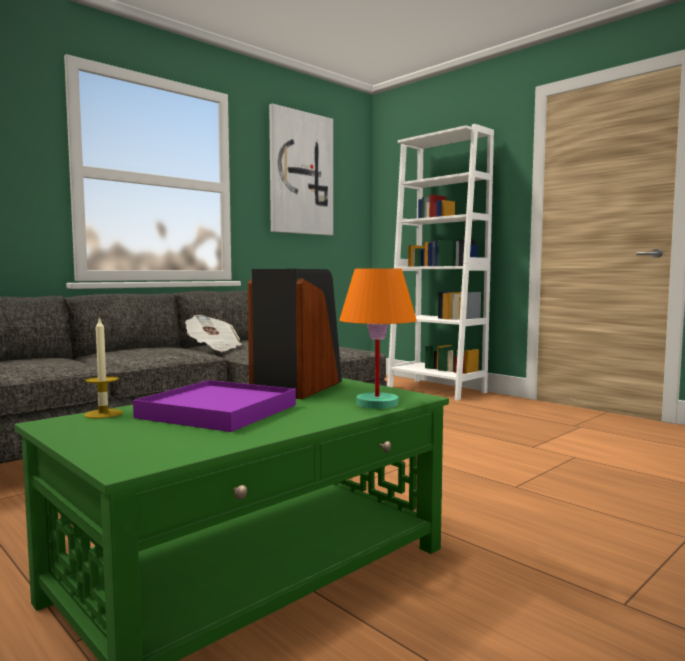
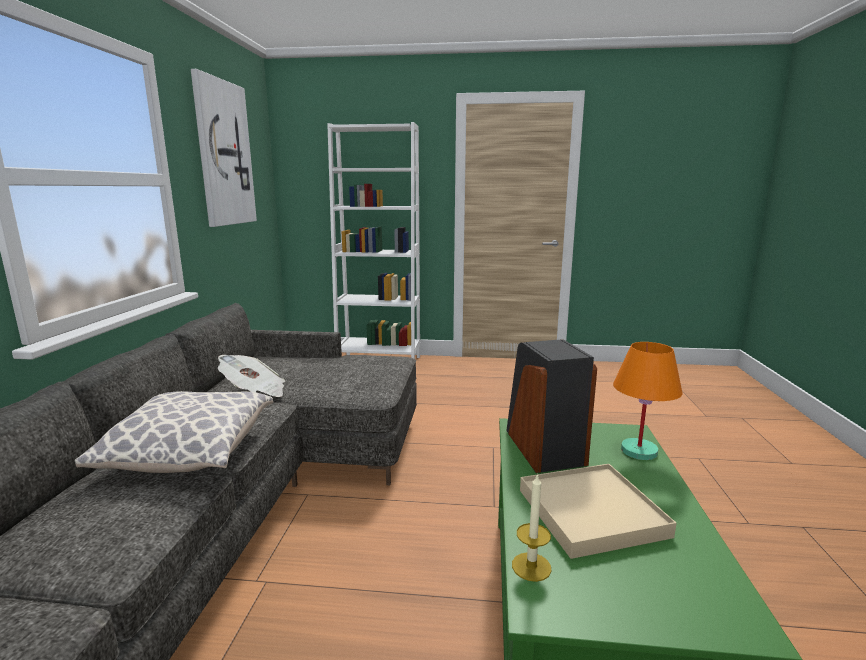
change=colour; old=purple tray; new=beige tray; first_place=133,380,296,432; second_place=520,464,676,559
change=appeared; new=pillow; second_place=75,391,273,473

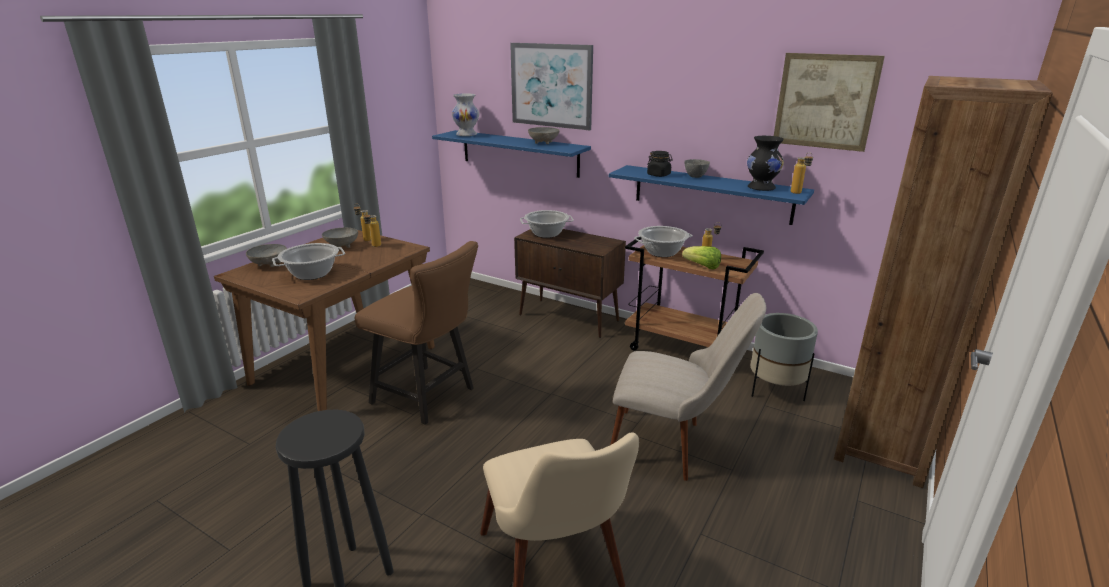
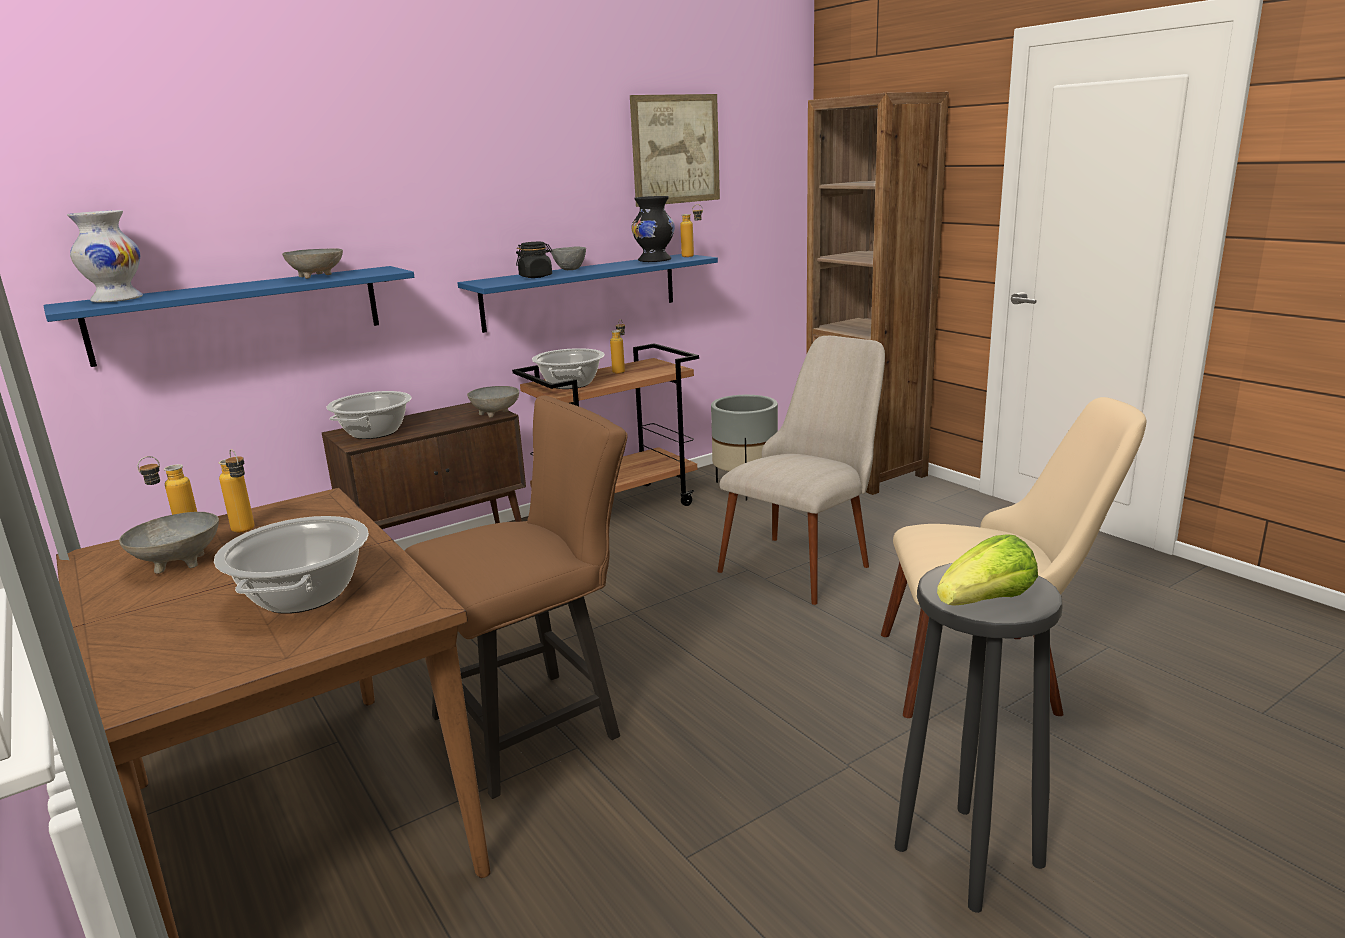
change=relocated; old=grey bowl; first_place=246,244,287,267; second_place=467,386,519,418
change=missing; old=picture; first_place=510,43,593,130
change=relocated; old=lettuce; first_place=682,246,721,269; second_place=937,534,1038,605

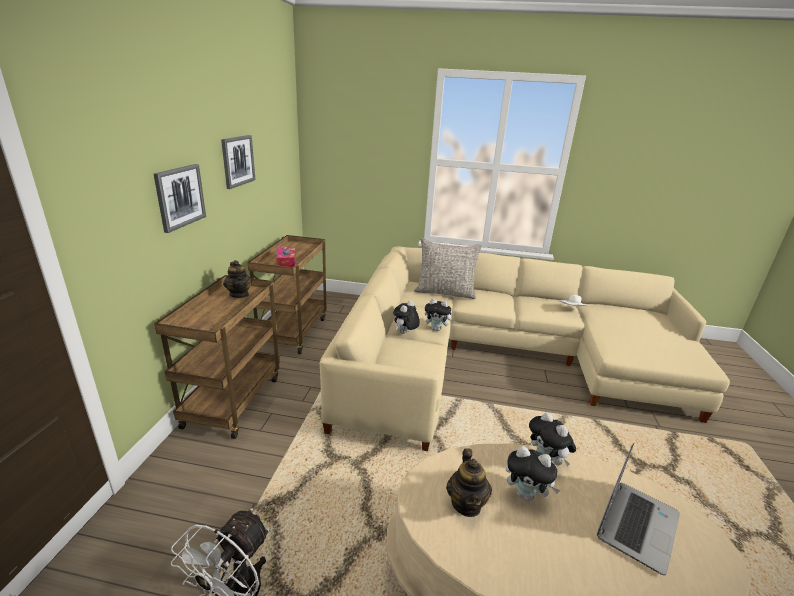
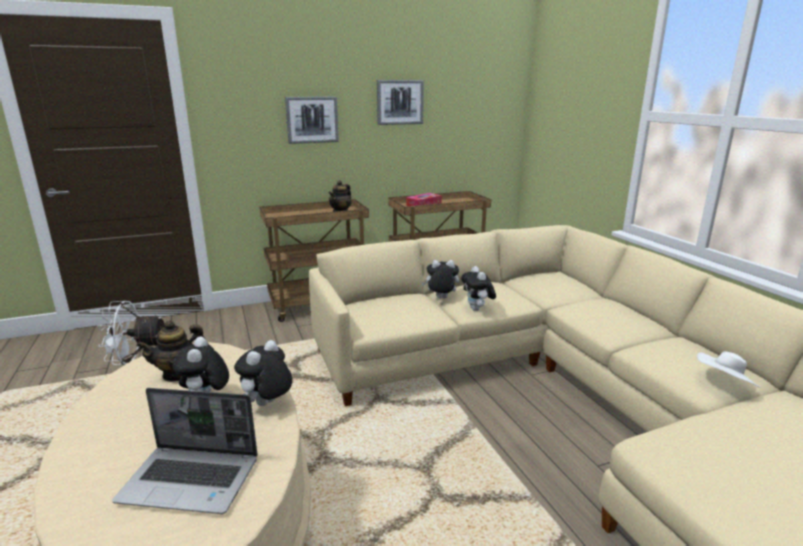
change=missing; old=grey pillow; first_place=414,238,482,299

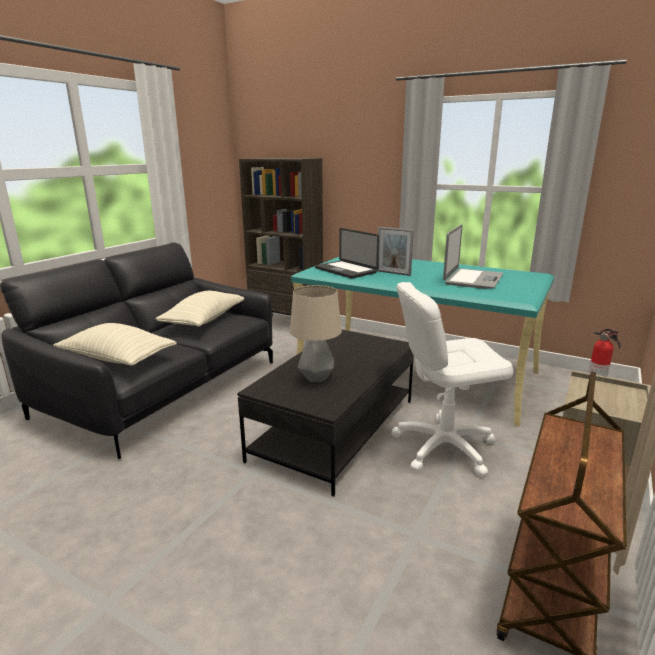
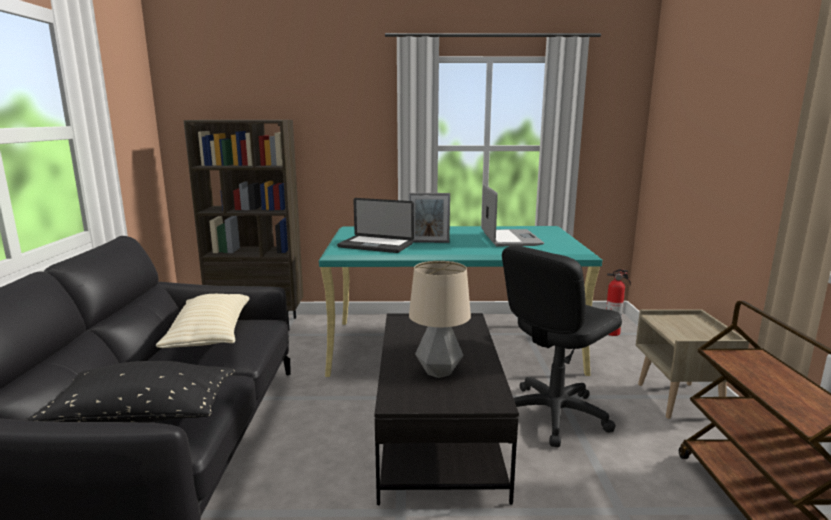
change=colour; old=beige pillow; new=black pillow; first_place=53,323,177,366; second_place=26,361,235,423
change=colour; old=white office chair; new=black office chair; first_place=391,282,513,476; second_place=502,245,622,447

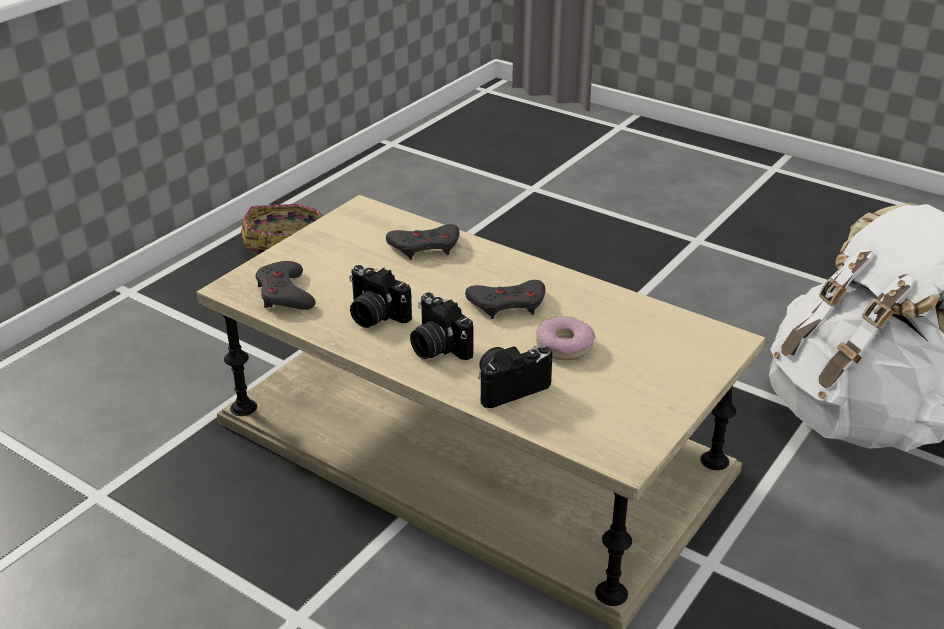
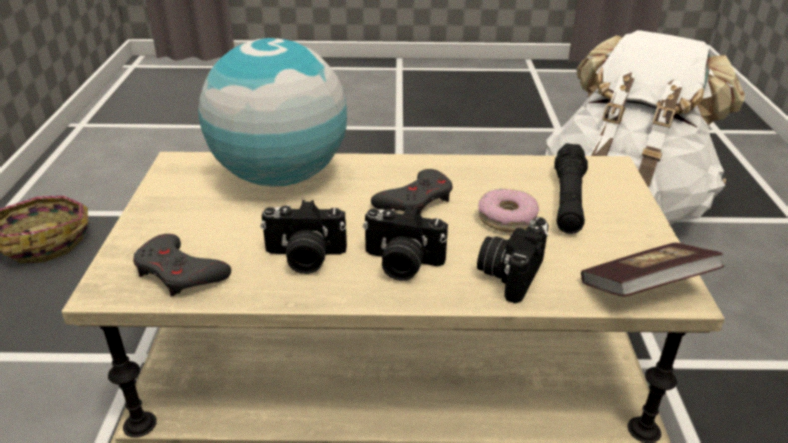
change=exchanged; old=grey game controller; new=globe; first_place=386,224,459,260; second_place=198,38,347,187
change=appeared; new=black flashlight; second_place=554,143,588,234
change=appeared; new=book; second_place=581,243,724,297

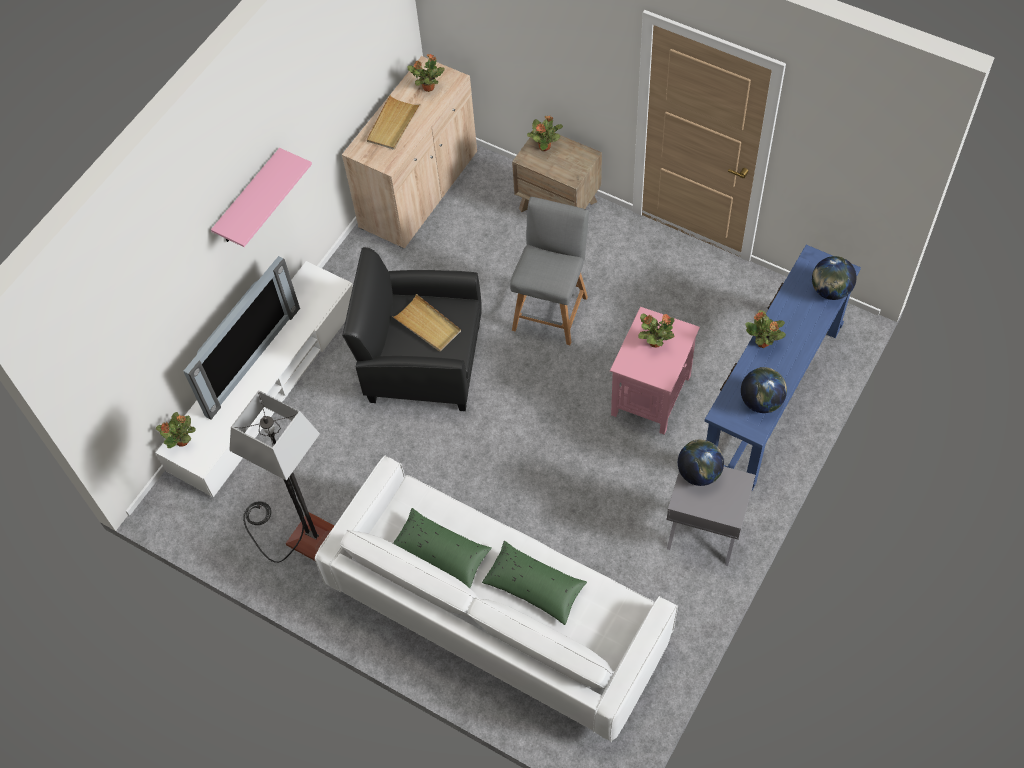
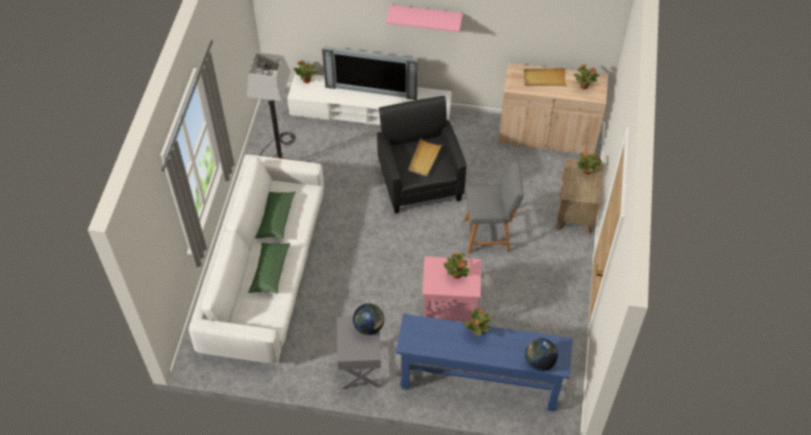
change=missing; old=globe; first_place=741,367,787,413

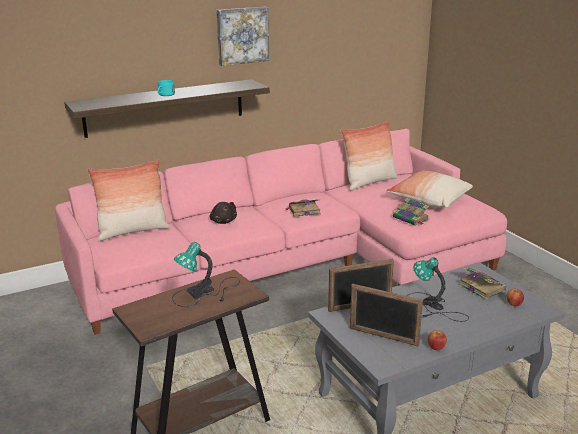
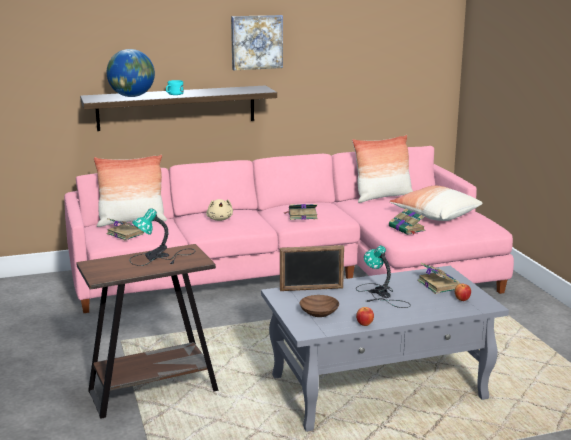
change=colour; old=black plush toy; new=beige plush toy; first_place=210,202,237,224; second_place=206,199,233,221
change=exchanged; old=picture frame; new=brown bowl; first_place=350,284,423,346; second_place=300,295,339,317
change=appeared; new=book; second_place=106,218,144,241
change=appeared; new=globe; second_place=107,49,155,97

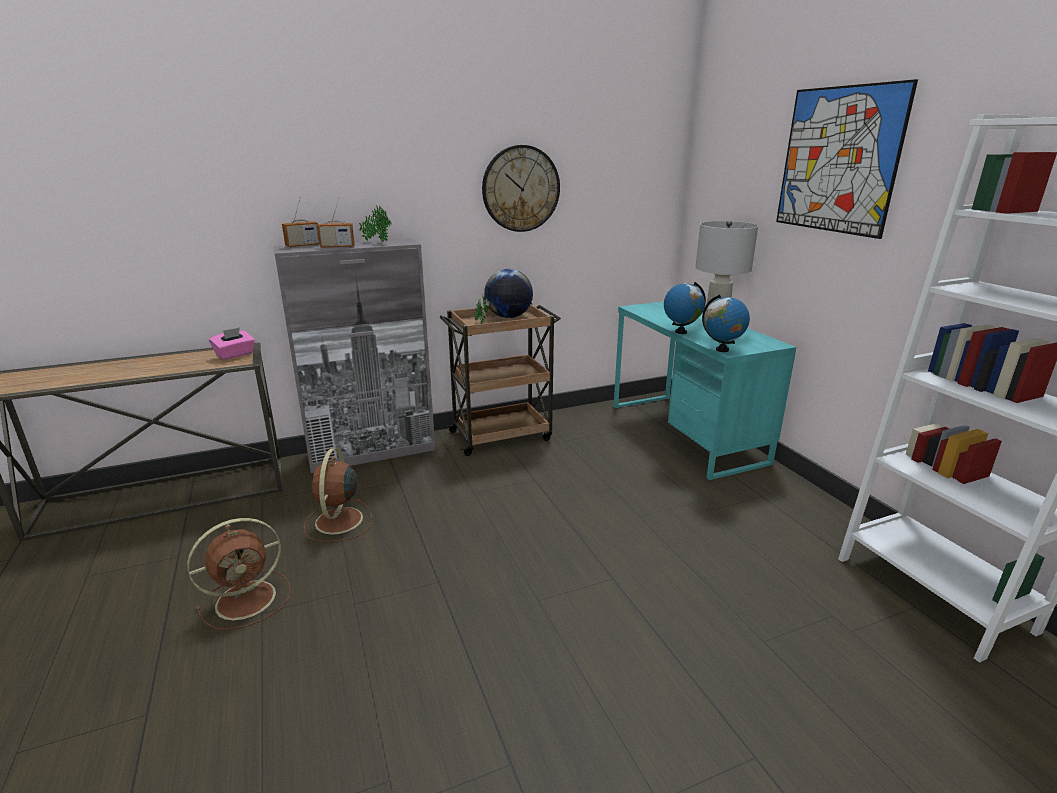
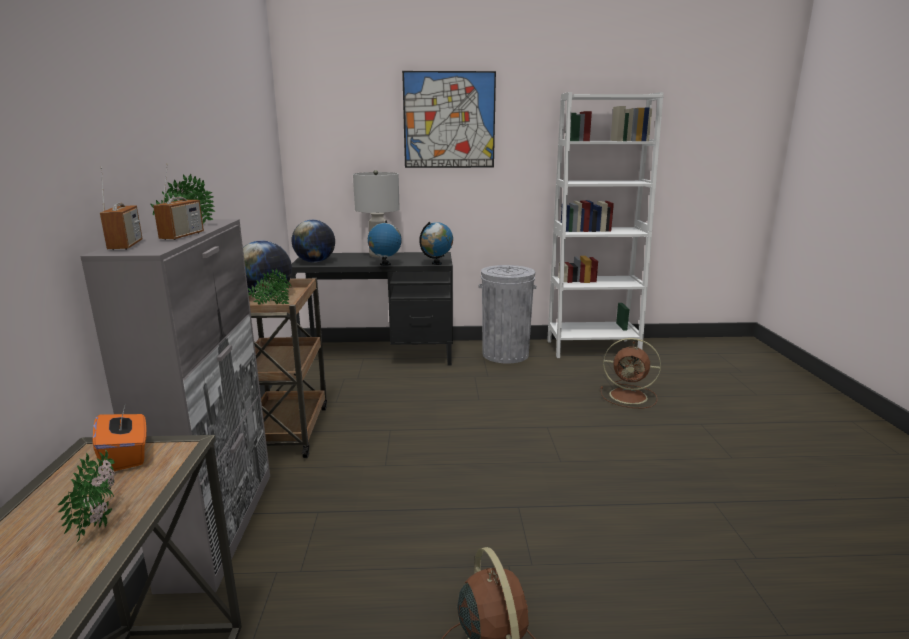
change=colour; old=pink tissue box; new=orange tissue box; first_place=209,327,255,360; second_place=93,403,147,471
change=relocated; old=brown fan; first_place=304,448,372,542; second_place=600,338,661,409
change=missing; old=wall clock; first_place=482,145,560,232
change=colour; old=turquoise desk; new=black desk; first_place=613,301,796,480; second_place=291,252,453,366
change=appeared; new=potted plant; second_place=58,449,115,542
change=appeared; new=globe; second_place=292,220,335,263
change=appeared; new=grey trash can; second_place=479,265,536,364

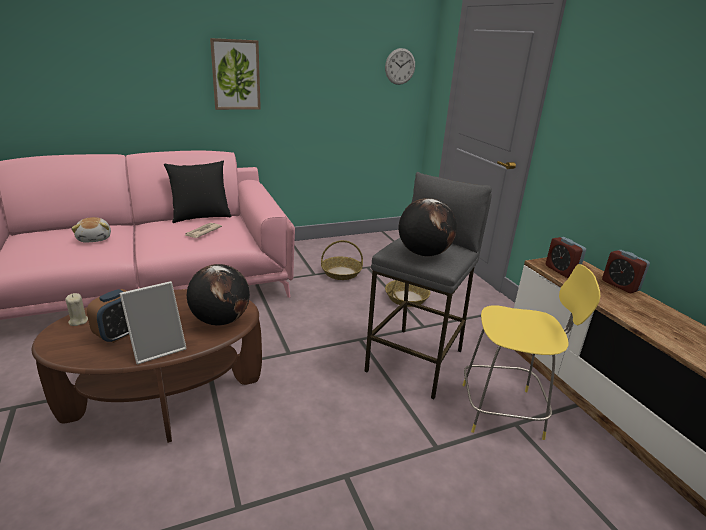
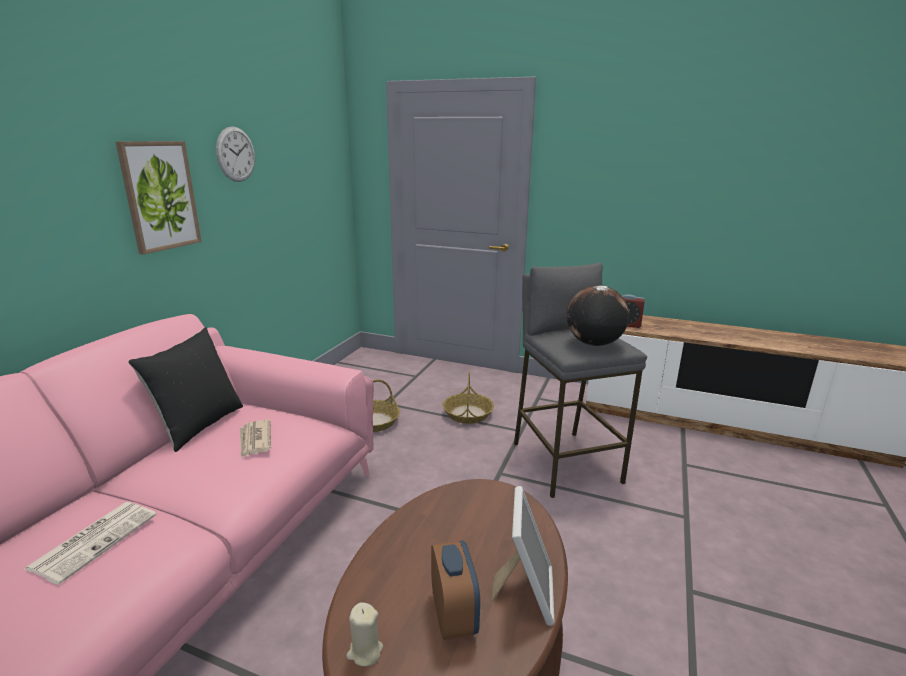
change=exchanged; old=plush toy; new=newspaper; first_place=71,217,111,242; second_place=25,502,157,585
change=missing; old=globe; first_place=187,264,250,325
change=relocated; old=wall clock; first_place=385,48,415,85; second_place=216,126,255,182
change=missing; old=yellow stool; first_place=462,264,600,440
change=missing; old=alarm clock; first_place=602,250,650,293

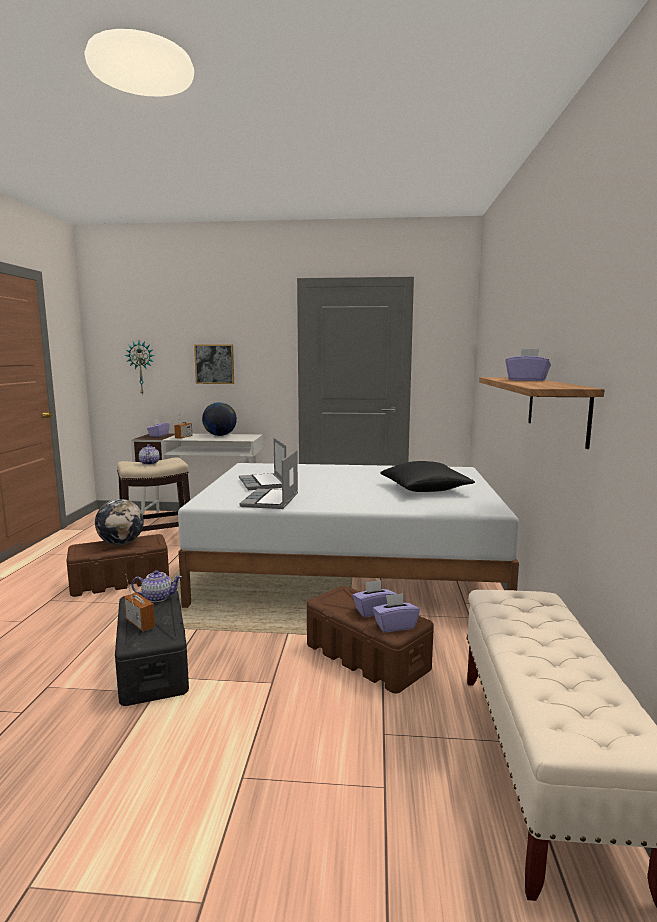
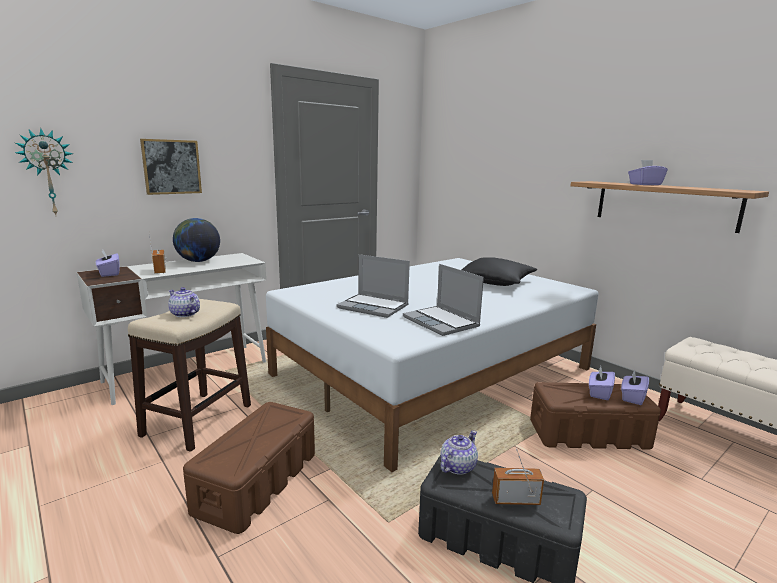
change=missing; old=globe; first_place=95,499,144,545

